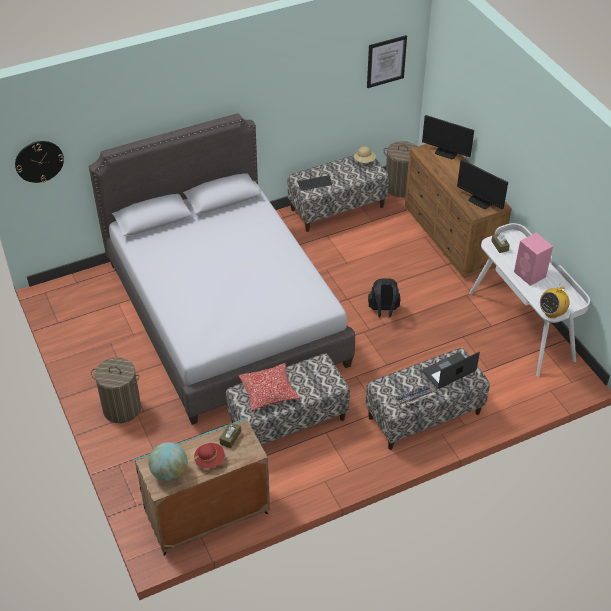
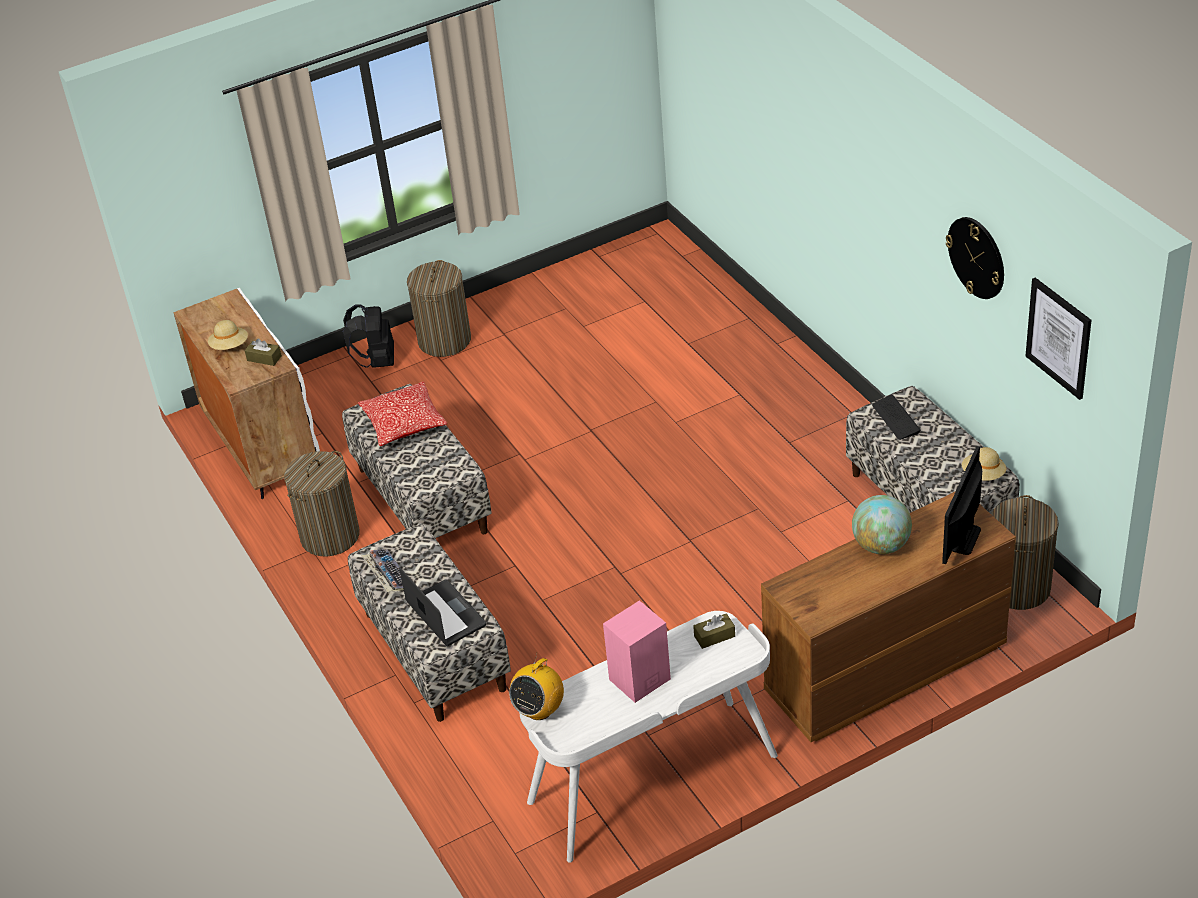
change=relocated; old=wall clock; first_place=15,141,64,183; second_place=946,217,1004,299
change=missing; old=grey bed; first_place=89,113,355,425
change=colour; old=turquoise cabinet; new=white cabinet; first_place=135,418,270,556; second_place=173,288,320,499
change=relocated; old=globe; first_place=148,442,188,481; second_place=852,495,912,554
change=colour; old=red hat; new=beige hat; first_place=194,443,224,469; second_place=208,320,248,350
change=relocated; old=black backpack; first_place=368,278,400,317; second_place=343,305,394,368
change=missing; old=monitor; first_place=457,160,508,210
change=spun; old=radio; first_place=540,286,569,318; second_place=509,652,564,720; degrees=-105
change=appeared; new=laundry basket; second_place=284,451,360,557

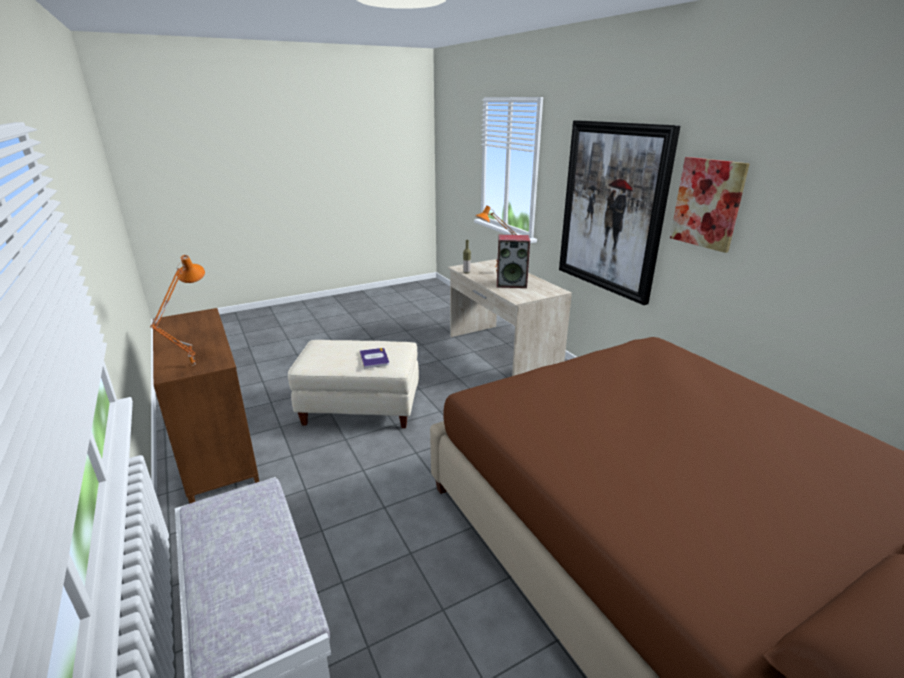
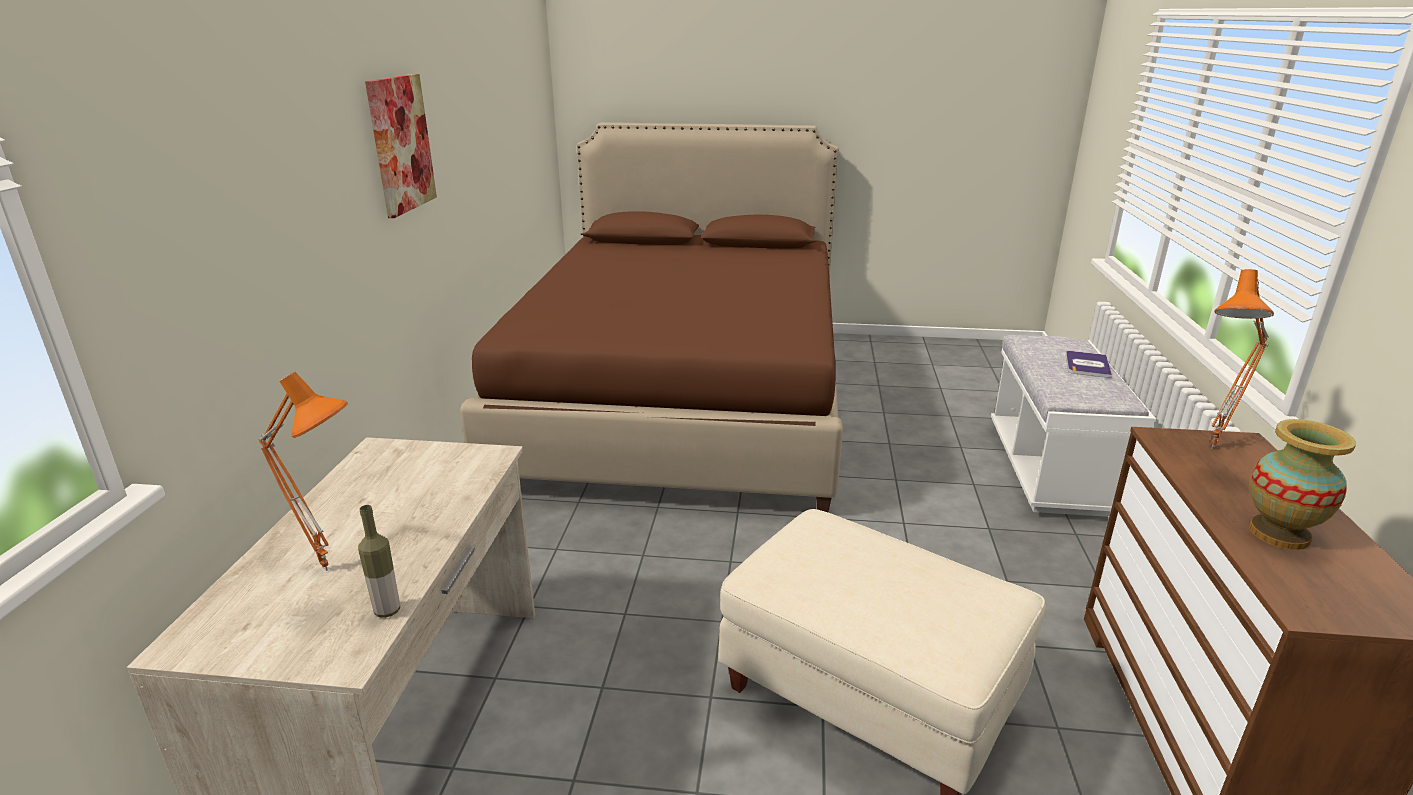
change=relocated; old=book; first_place=359,348,389,369; second_place=1066,351,1112,378
change=missing; old=speaker; first_place=497,235,530,288
change=missing; old=picture; first_place=559,120,680,305
change=appeared; new=vase; second_place=1249,419,1356,550

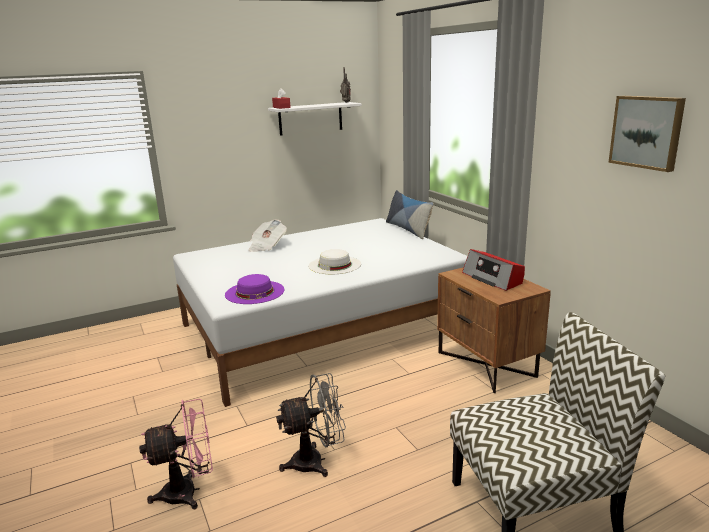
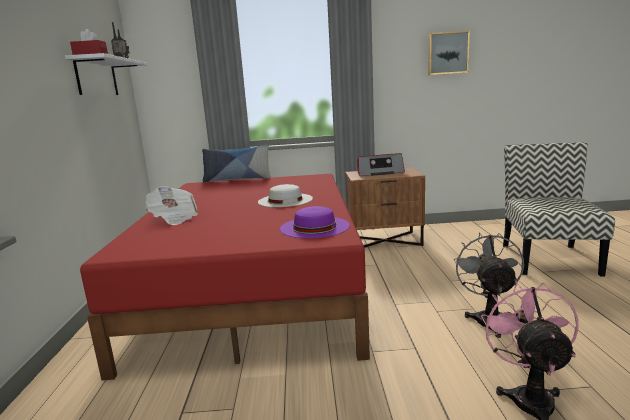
change=colour; old=white bed; new=red bed; first_place=173,218,467,407; second_place=80,174,370,381

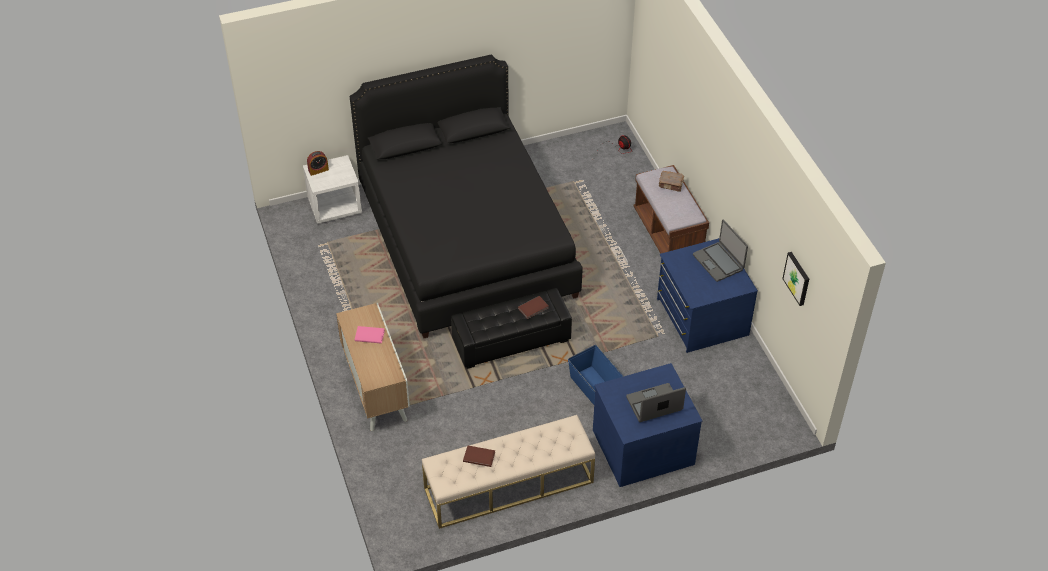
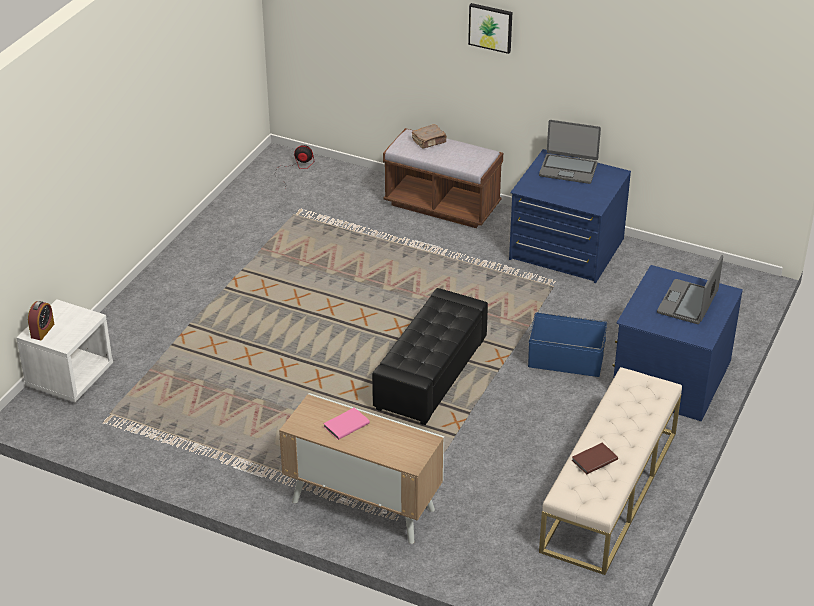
change=missing; old=black bed; first_place=350,55,583,338
change=missing; old=brown book; first_place=518,296,549,319
change=relocated; old=picture; first_place=782,252,809,306; second_place=468,3,512,54

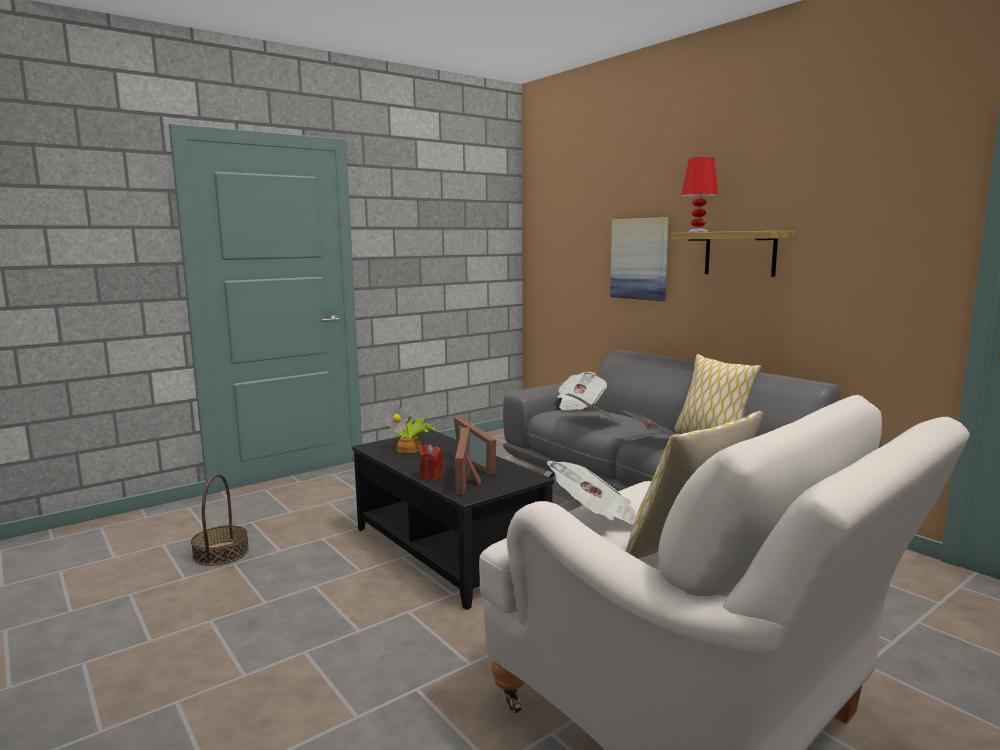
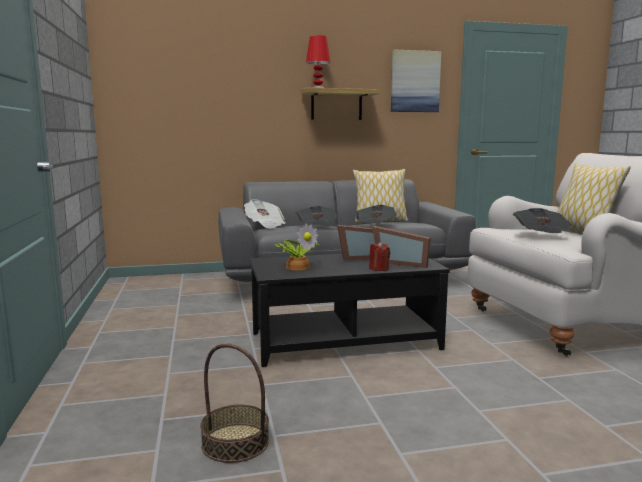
change=relocated; old=picture; first_place=610,217,669,301; second_place=391,50,441,112

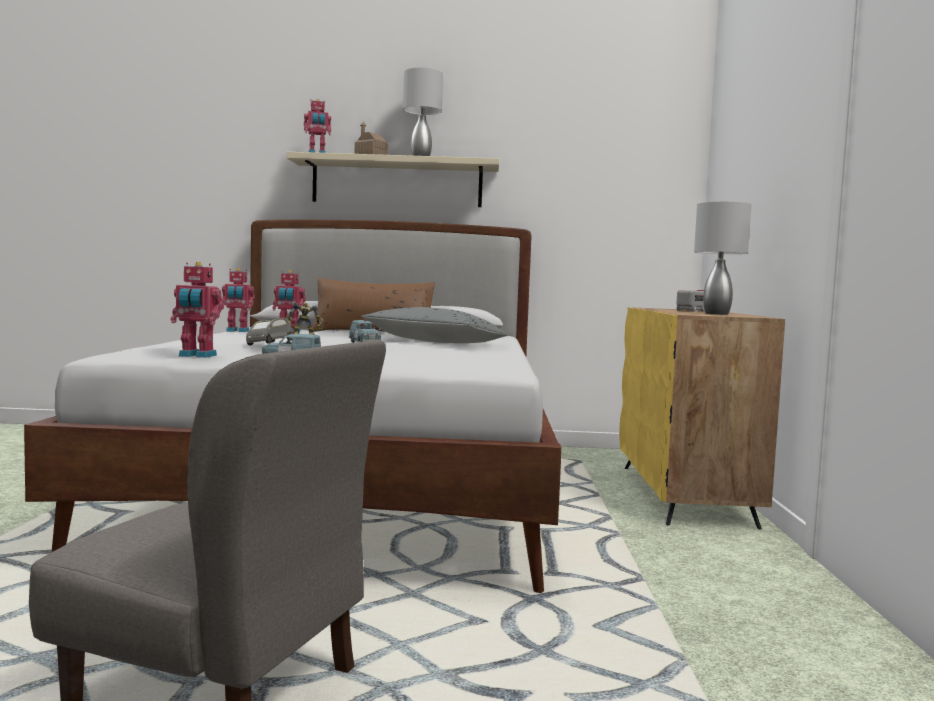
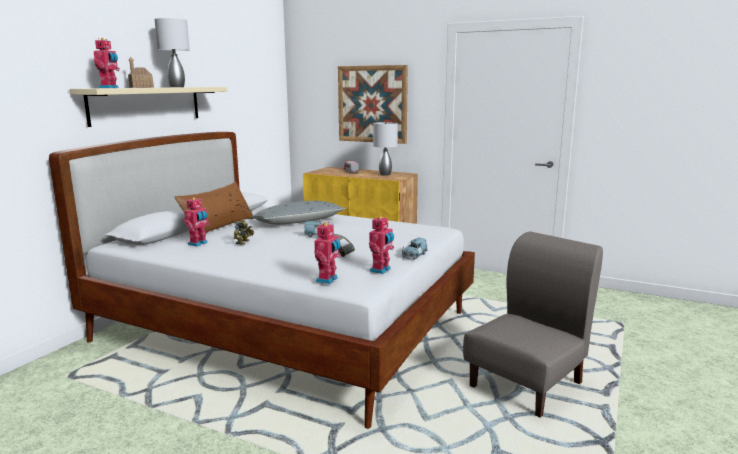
change=relocated; old=toy robot; first_place=222,268,255,332; second_place=314,222,341,284
change=appeared; new=picture; second_place=338,65,408,144

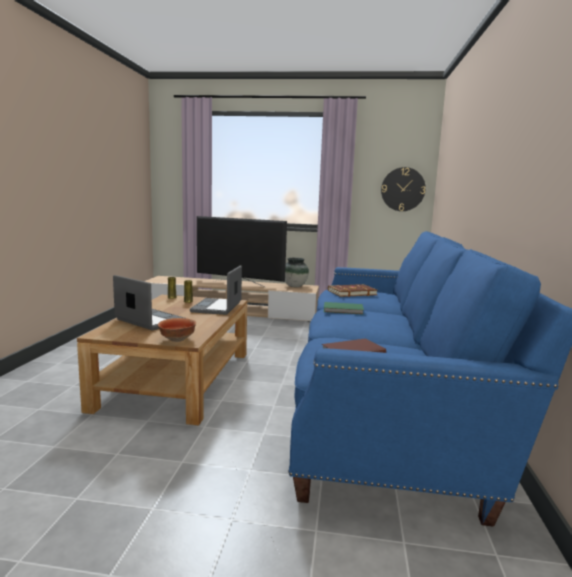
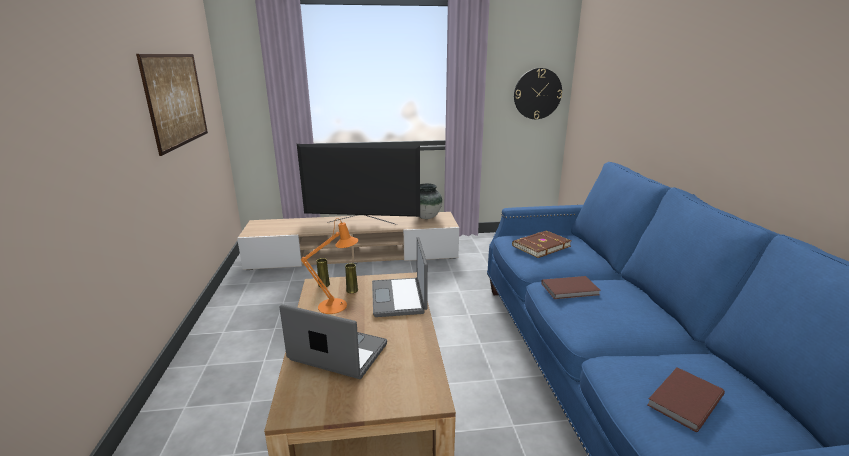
change=missing; old=bowl; first_place=158,318,196,342
change=colour; old=green book; new=brown book; first_place=324,302,364,315; second_place=541,276,601,299
change=appeared; new=picture; second_place=136,54,208,156
change=appeared; new=orange table lamp; second_place=301,218,358,314

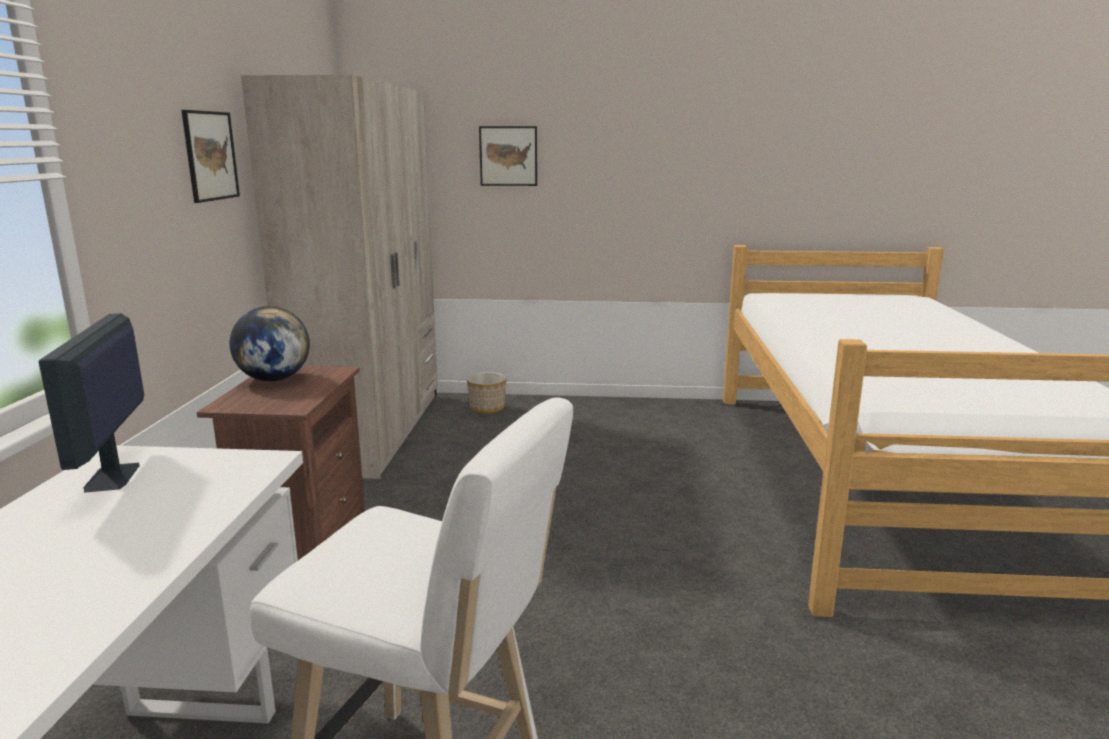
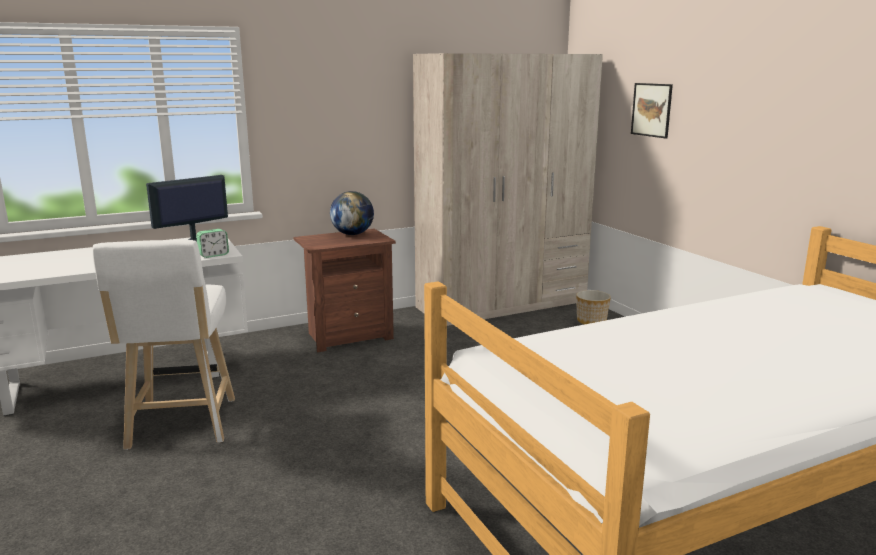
change=missing; old=picture; first_place=181,110,240,203
change=appeared; new=alarm clock; second_place=196,229,229,258

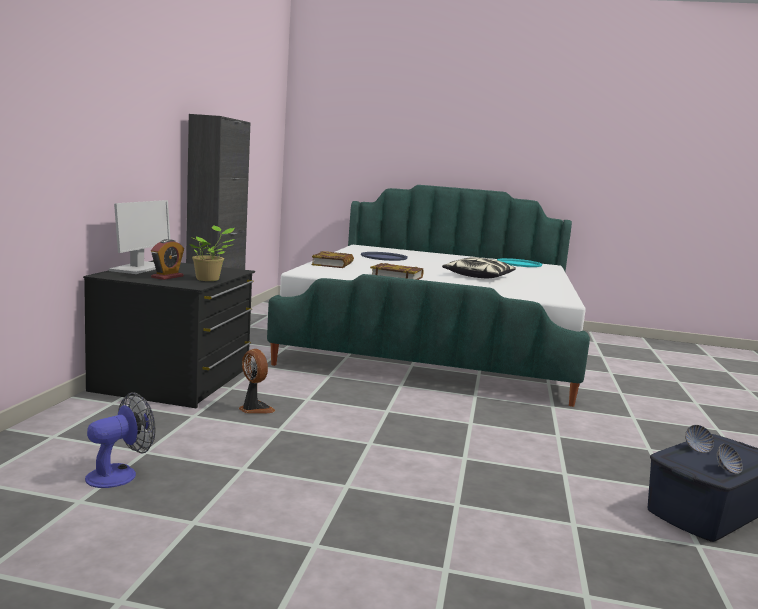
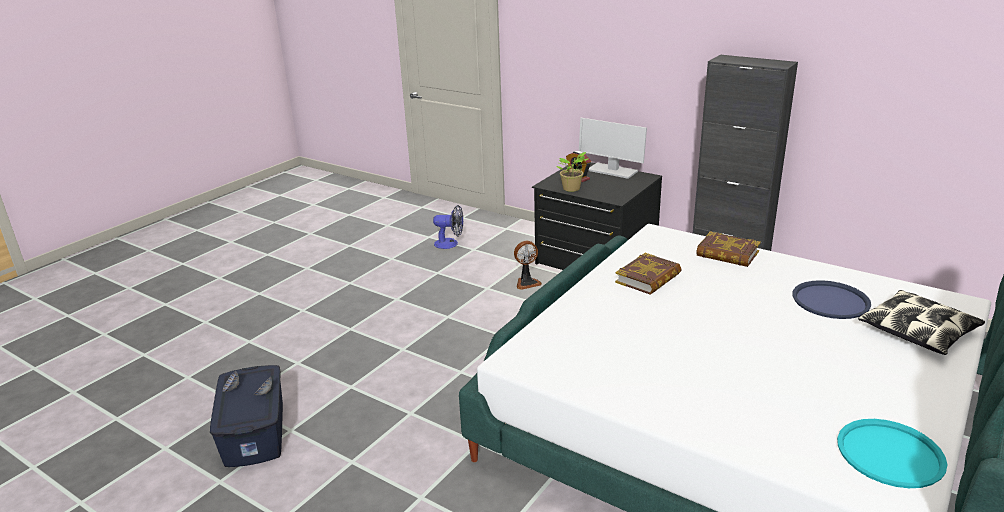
change=spun; old=fan; first_place=85,392,156,488; second_place=433,205,463,249; degrees=-60
change=relocated; old=pillow; first_place=442,257,516,278; second_place=858,290,985,355

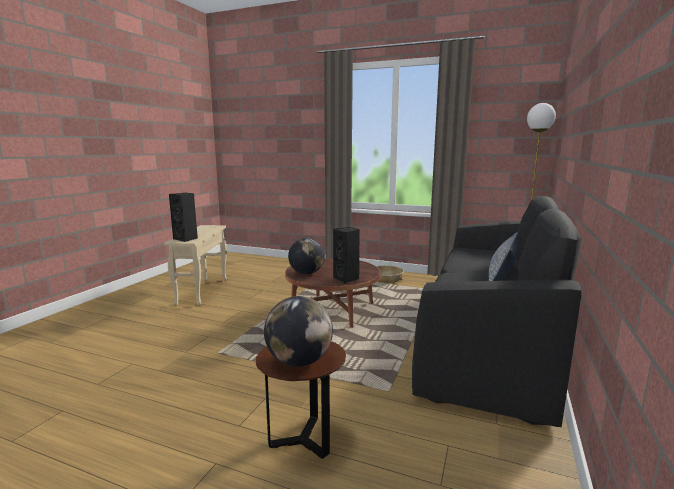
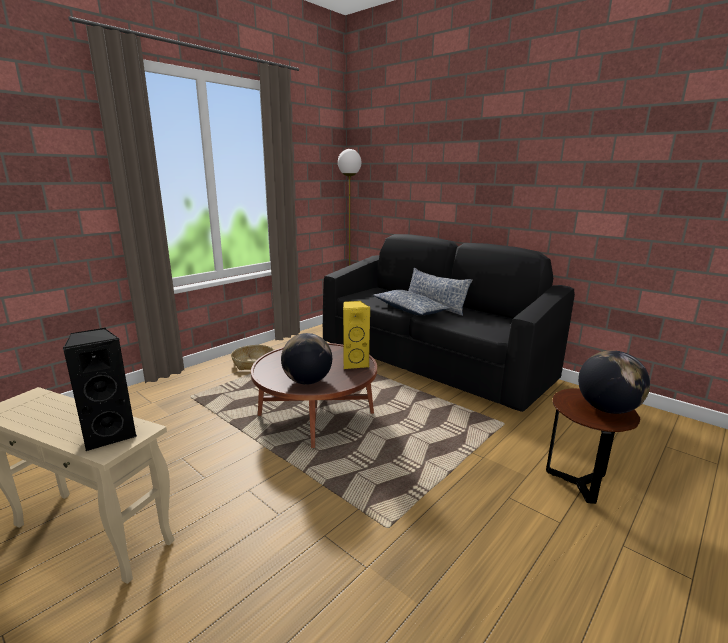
change=colour; old=black speaker; new=yellow speaker; first_place=333,227,360,284; second_place=343,301,370,369
change=appeared; new=pillow; second_place=373,290,450,315

